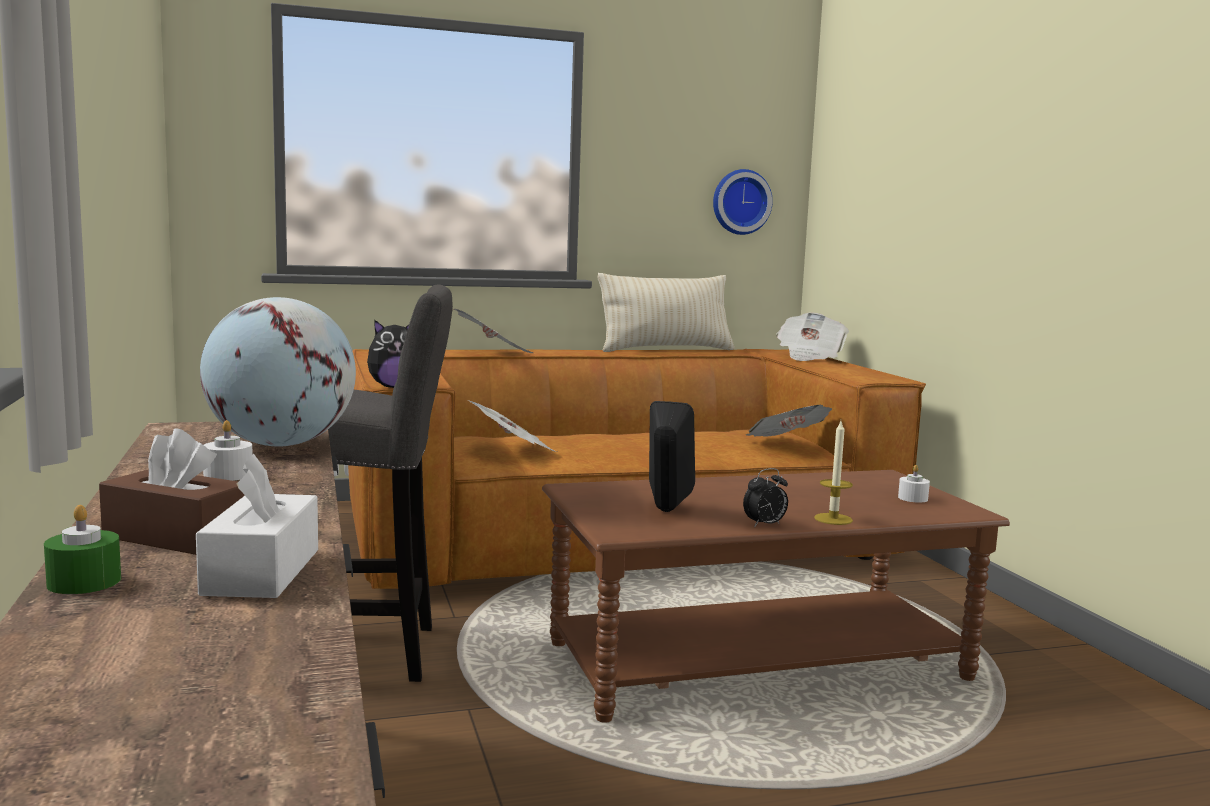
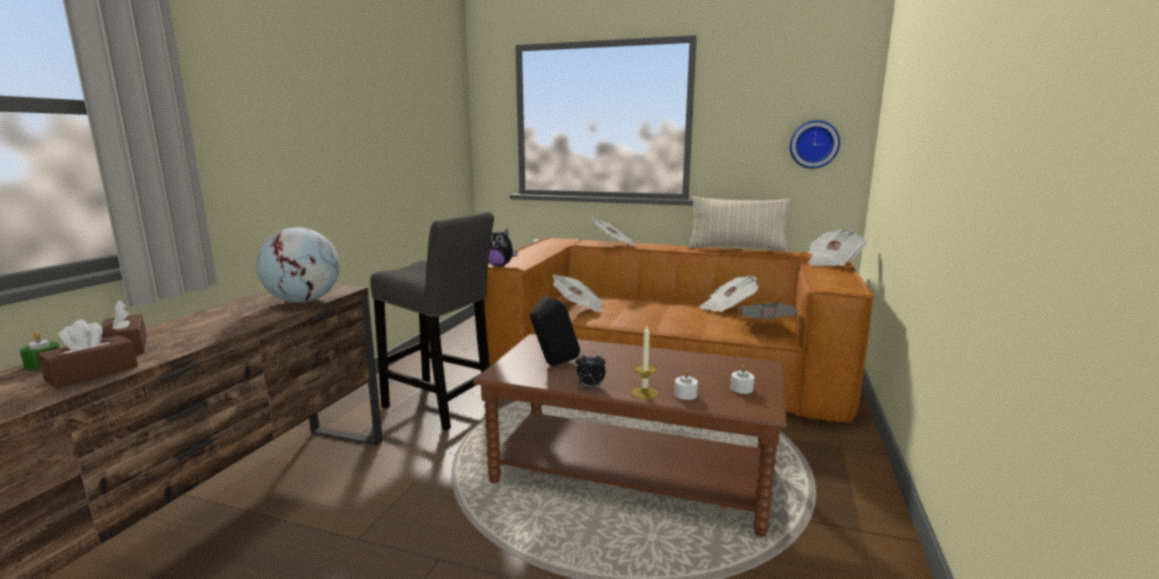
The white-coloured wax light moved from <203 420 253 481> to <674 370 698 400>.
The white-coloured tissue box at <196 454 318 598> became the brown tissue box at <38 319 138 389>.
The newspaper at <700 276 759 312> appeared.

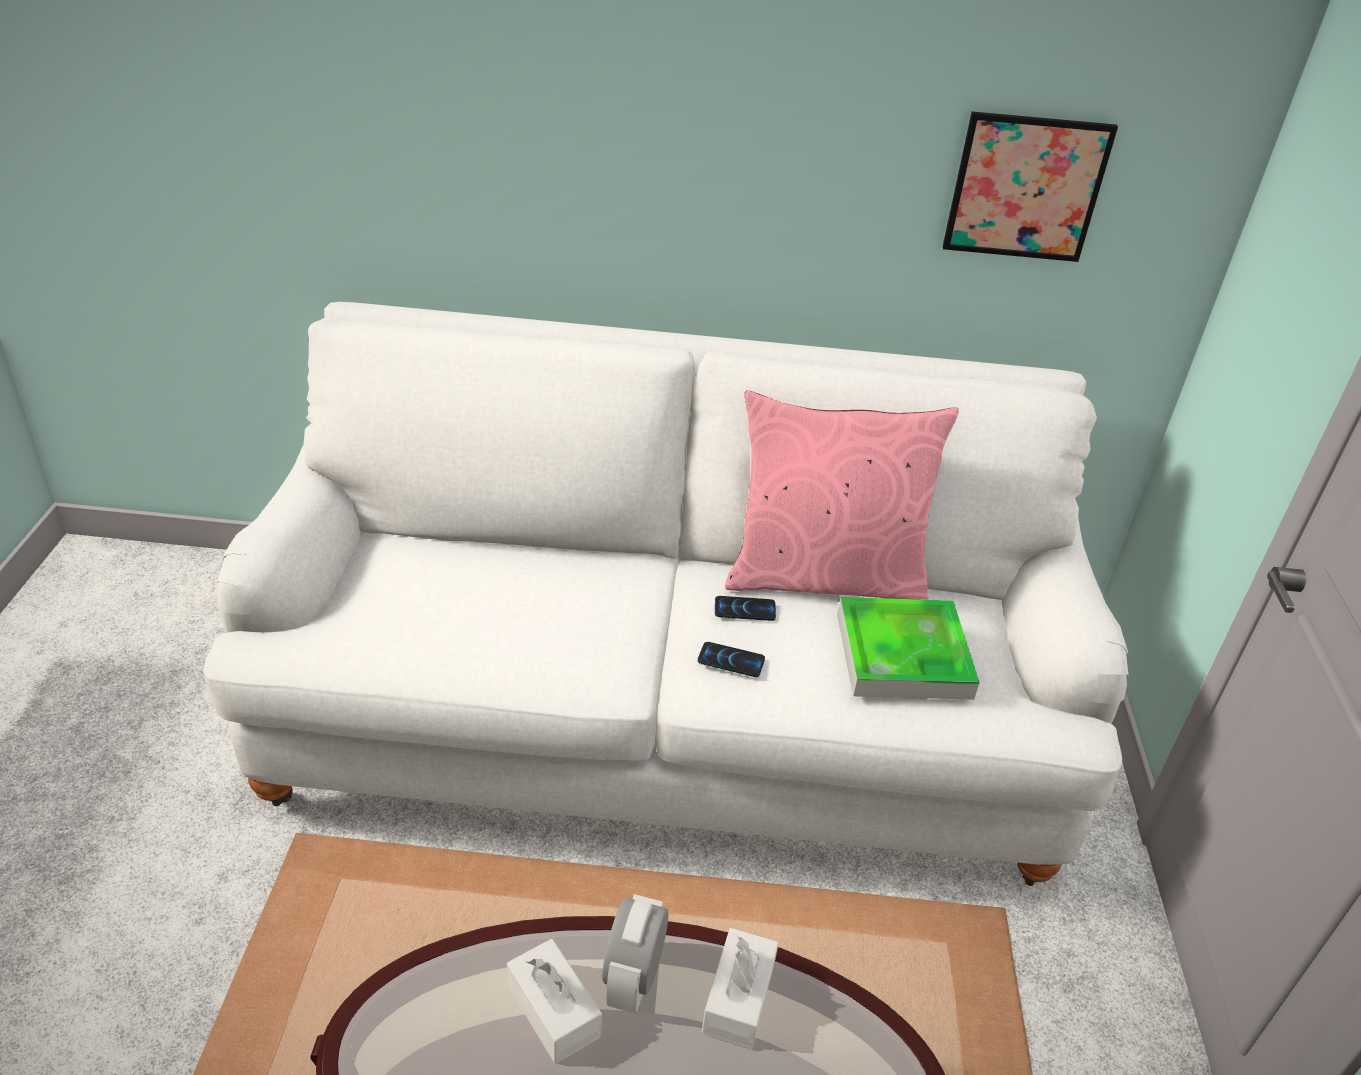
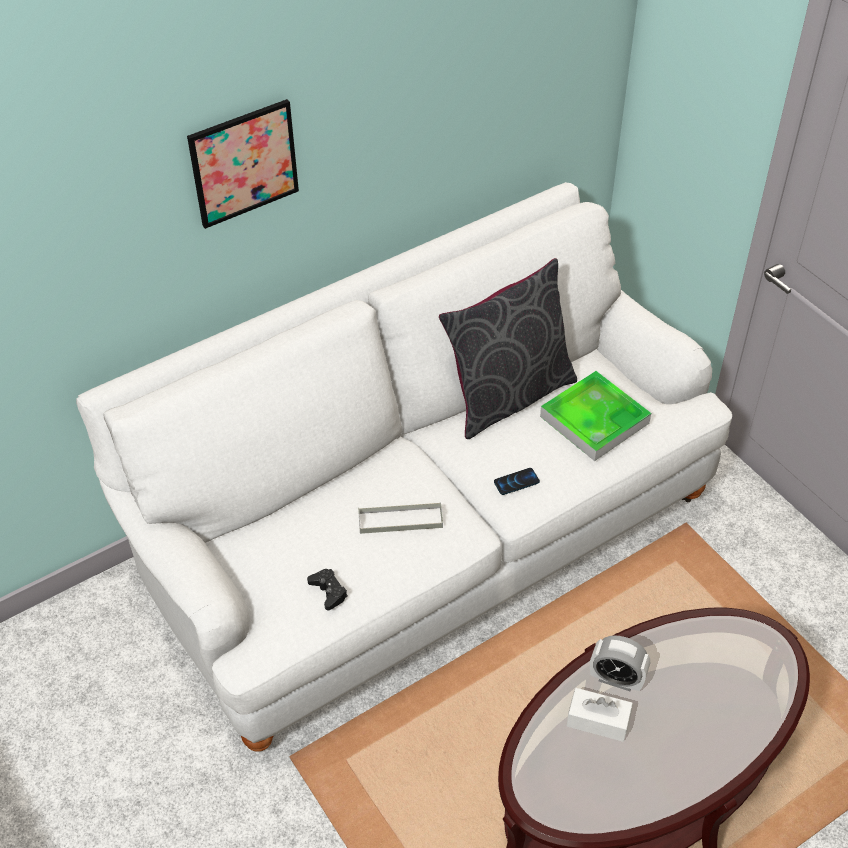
The wall picture moved from <943 112 1118 262> to <187 99 299 229>.
The pinkish cushion at <725 390 959 600> became the greyish cushion at <439 258 577 439>.
The handset at <715 596 776 621> disappeared.
The table clock at <602 894 668 1014> turned 45 degrees counterclockwise.
The white-coloured tissue box at <702 928 779 1049> disappeared.
The greyish carrying tray at <358 502 443 534> appeared.
The blackish game controller at <307 569 348 610> appeared.

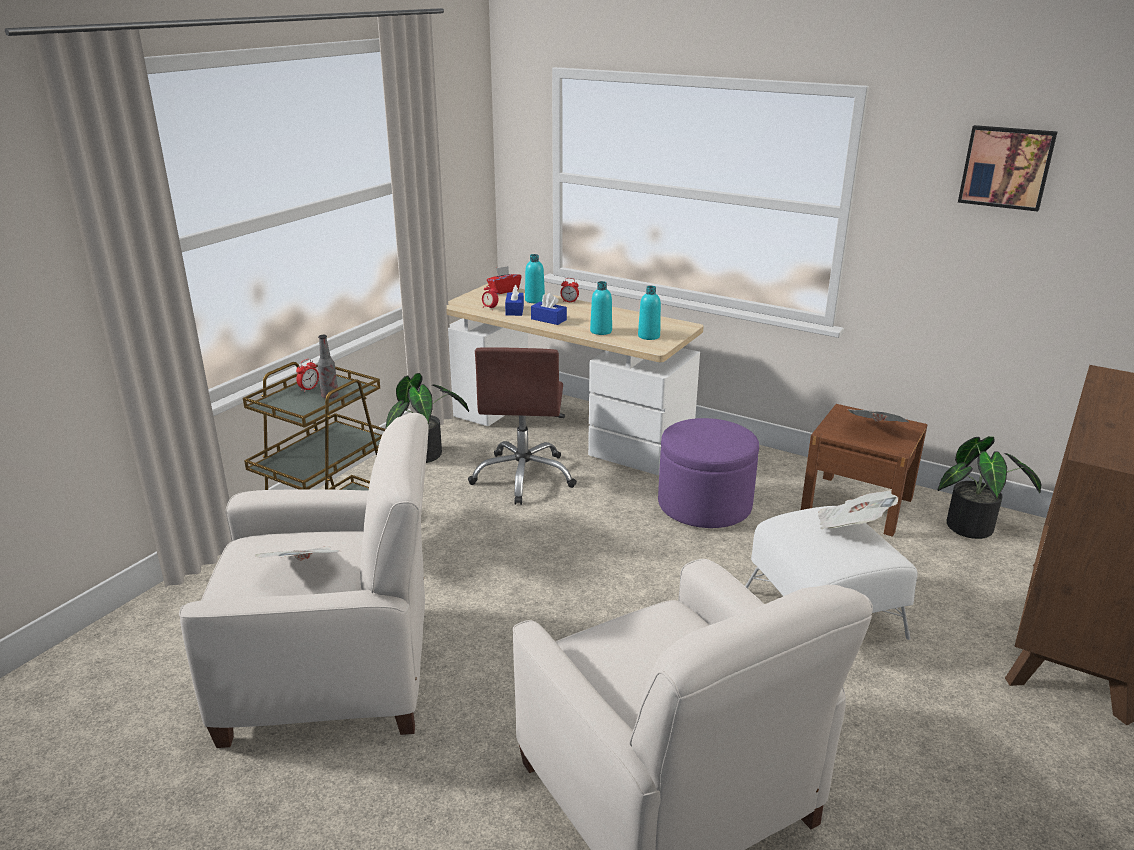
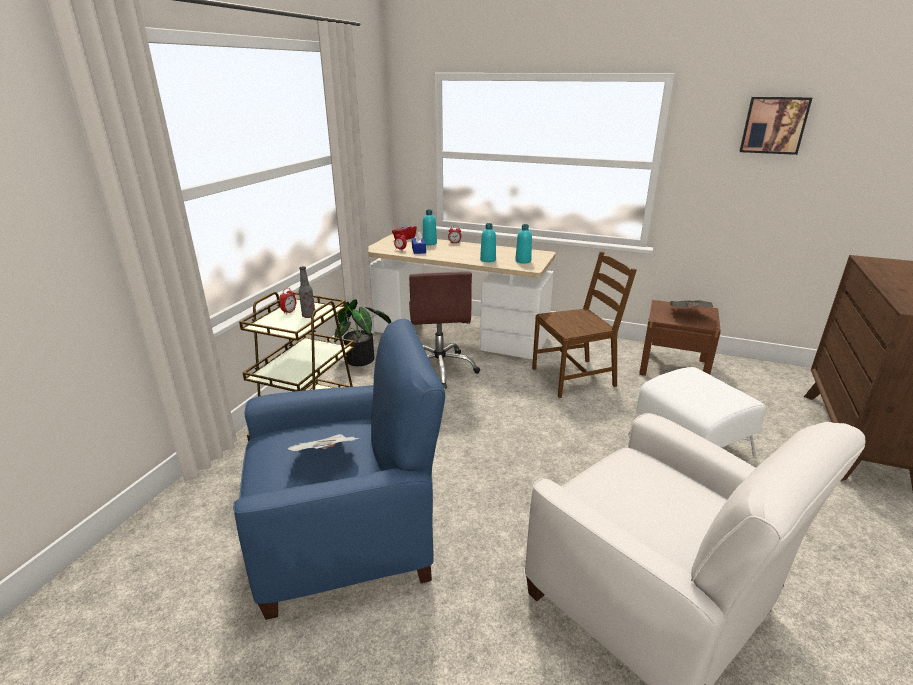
The blue-coloured tissue box at <531 293 567 325> disappeared.
The white-coloured lounge chair at <179 413 429 748> became the blue-coloured lounge chair at <233 319 445 620>.
The purple-coloured pouffe at <658 418 759 528> was replaced by the brown chair at <532 252 637 398>.
The plant in a pot at <938 436 1041 539> disappeared.
The newspaper at <818 491 898 529> disappeared.

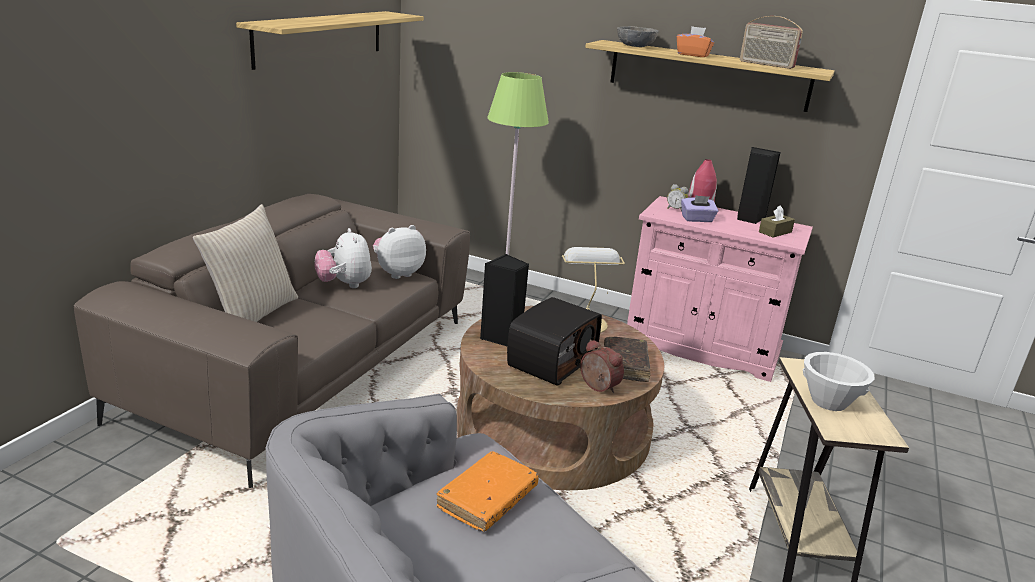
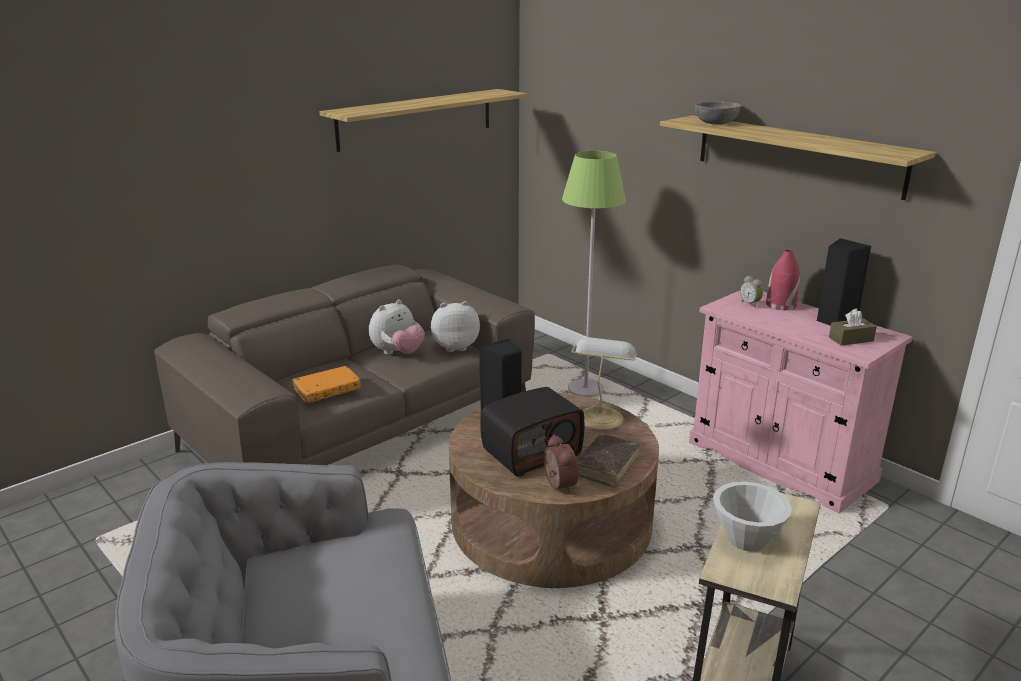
The radio set at <740 16 803 69> disappeared.
The orange-coloured tissue box at <677 26 714 57> disappeared.
The purple-coloured tissue box at <681 195 718 222> disappeared.
The sand-coloured cushion at <193 204 298 322> disappeared.
The plush toy at <314 228 372 288> turned 135 degrees counterclockwise.
The orange-coloured book moved from <437 451 539 532> to <293 366 361 403>.

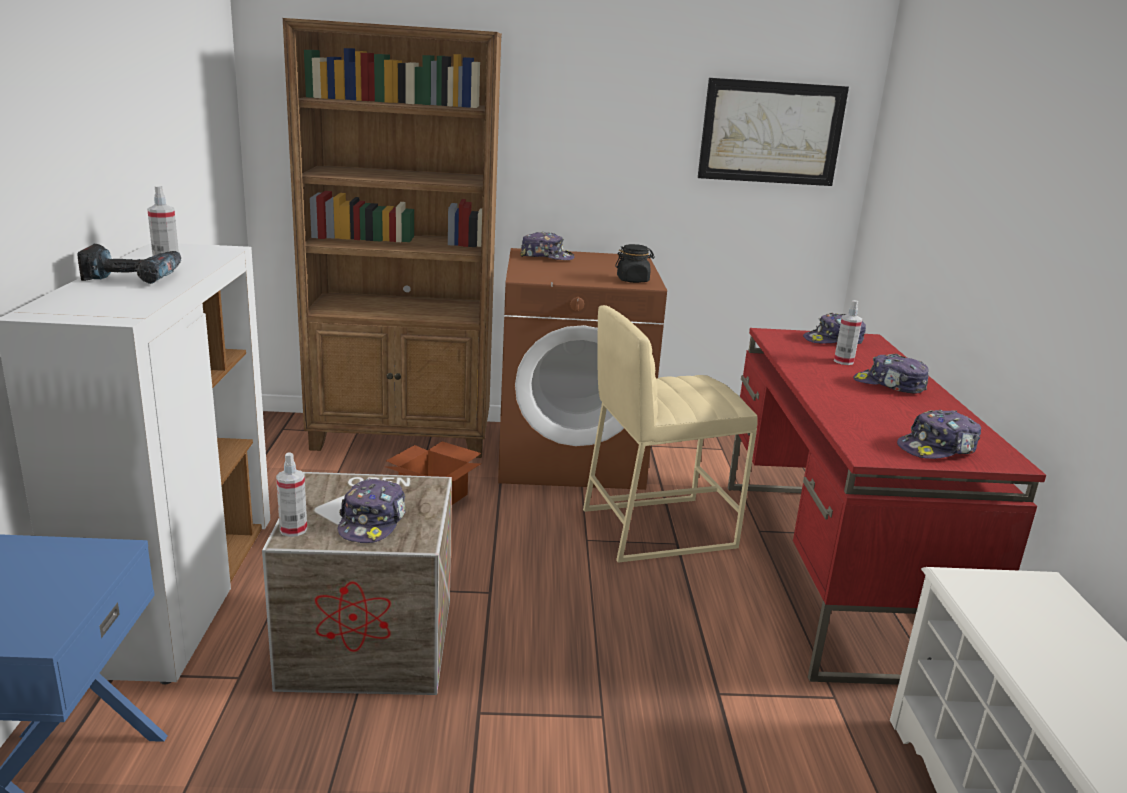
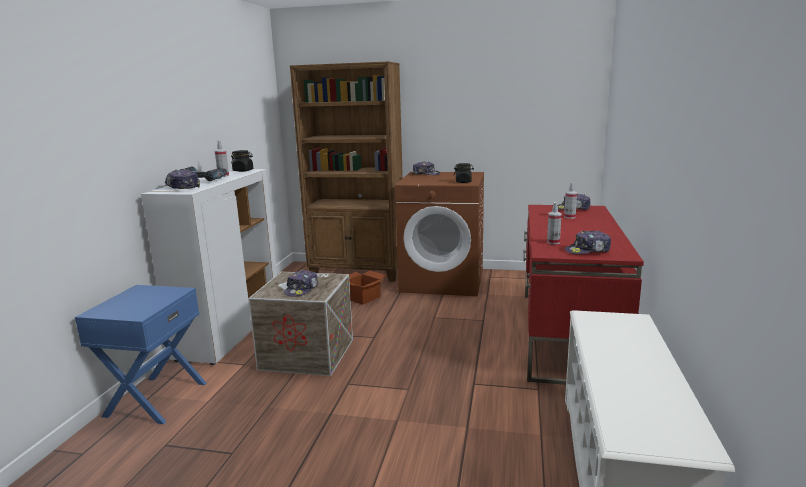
The wall picture at <698 78 849 186> disappeared.
The sand-coloured sitting stool at <583 305 758 563> disappeared.
The cap moved from <853 354 929 394> to <164 169 200 189>.
The hand sprayer moved from <276 452 307 537> to <547 202 561 244>.
The blackish jar at <231 150 253 172> appeared.

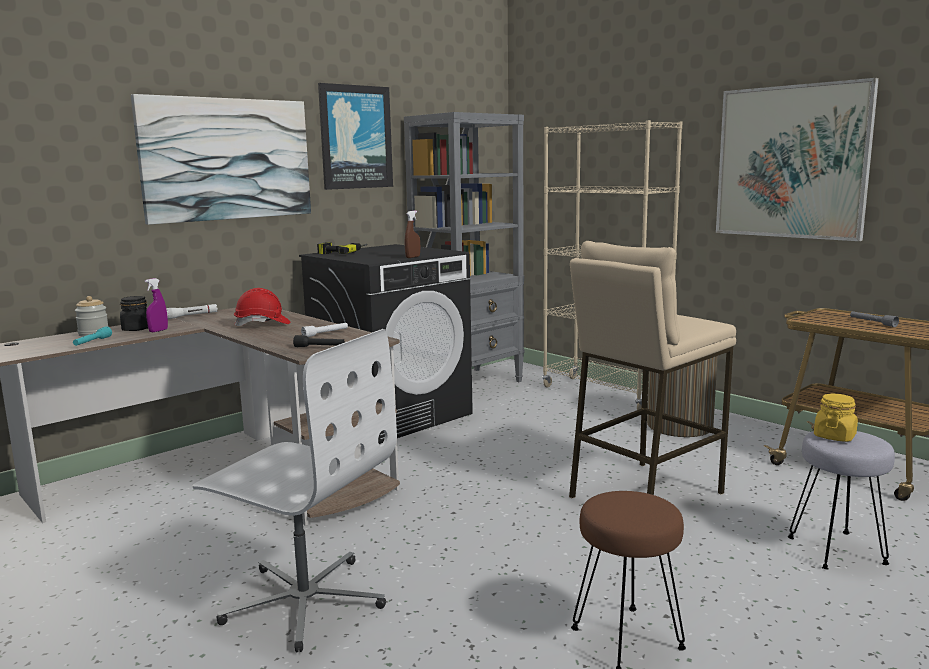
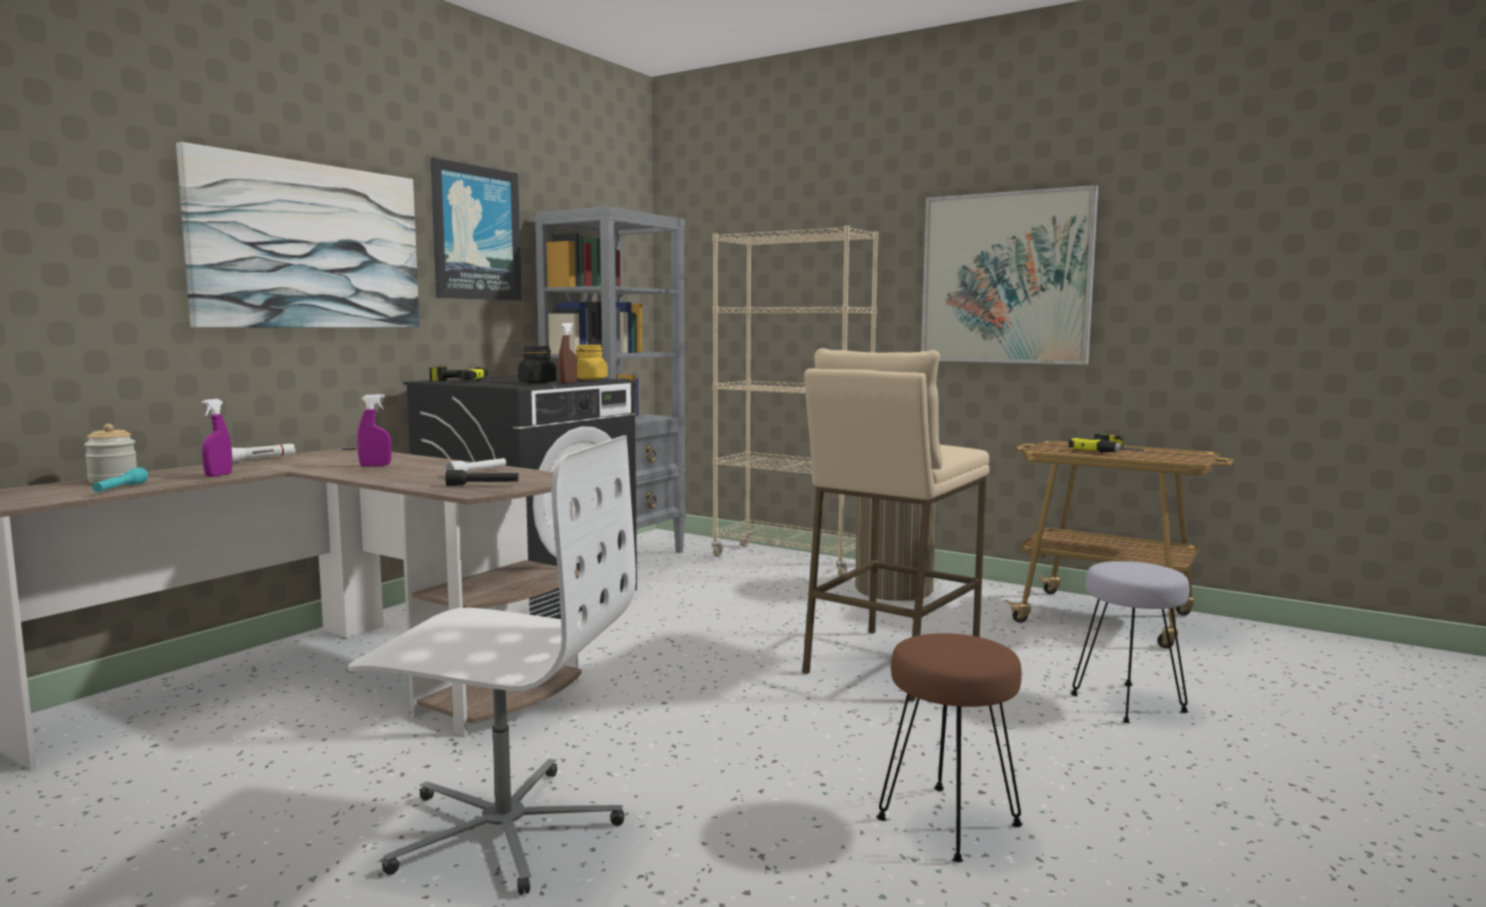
The red-coloured work helmet at <234 288 290 326> was replaced by the purple-coloured hand sprayer at <357 394 391 467>.
The blackish jar moved from <120 296 148 331> to <518 346 556 384>.
The greyish hand torch at <850 311 899 327> was replaced by the drill at <1069 434 1144 453>.
The yellowish jar moved from <814 394 858 442> to <576 345 608 380>.

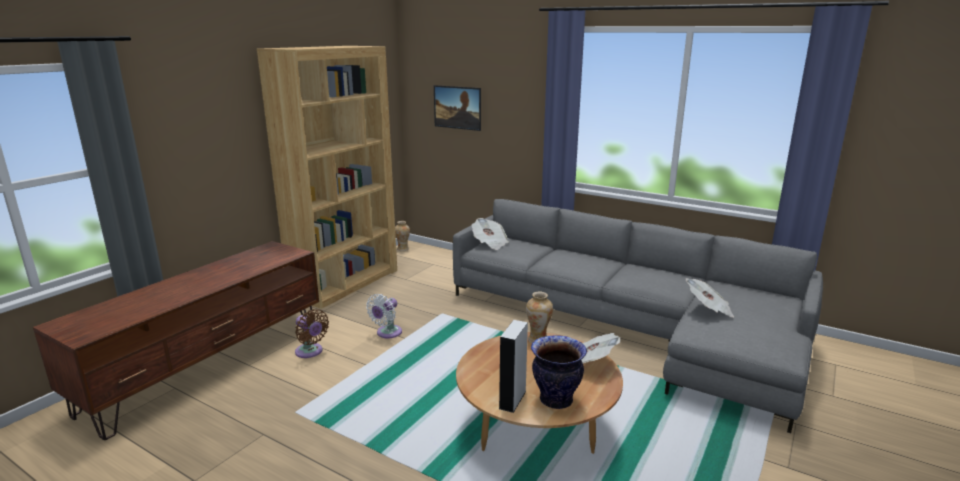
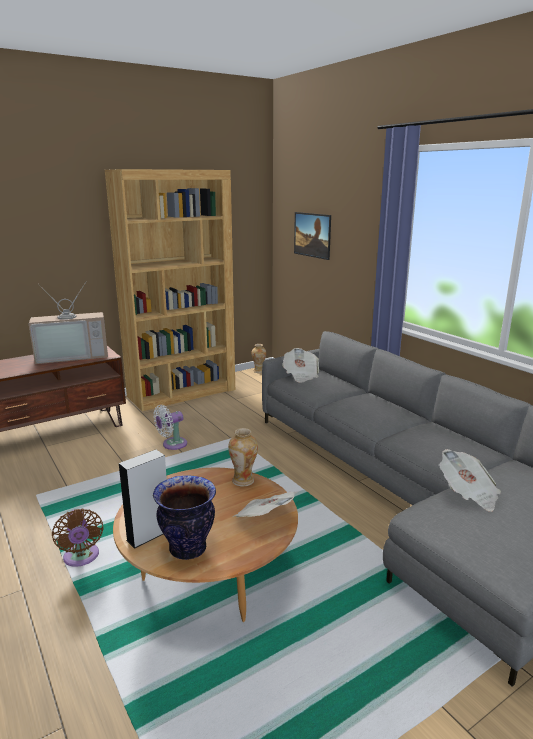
The brown cooling fan moved from <295 309 329 358> to <52 508 104 567>.
The TV set at <28 281 108 364> appeared.

